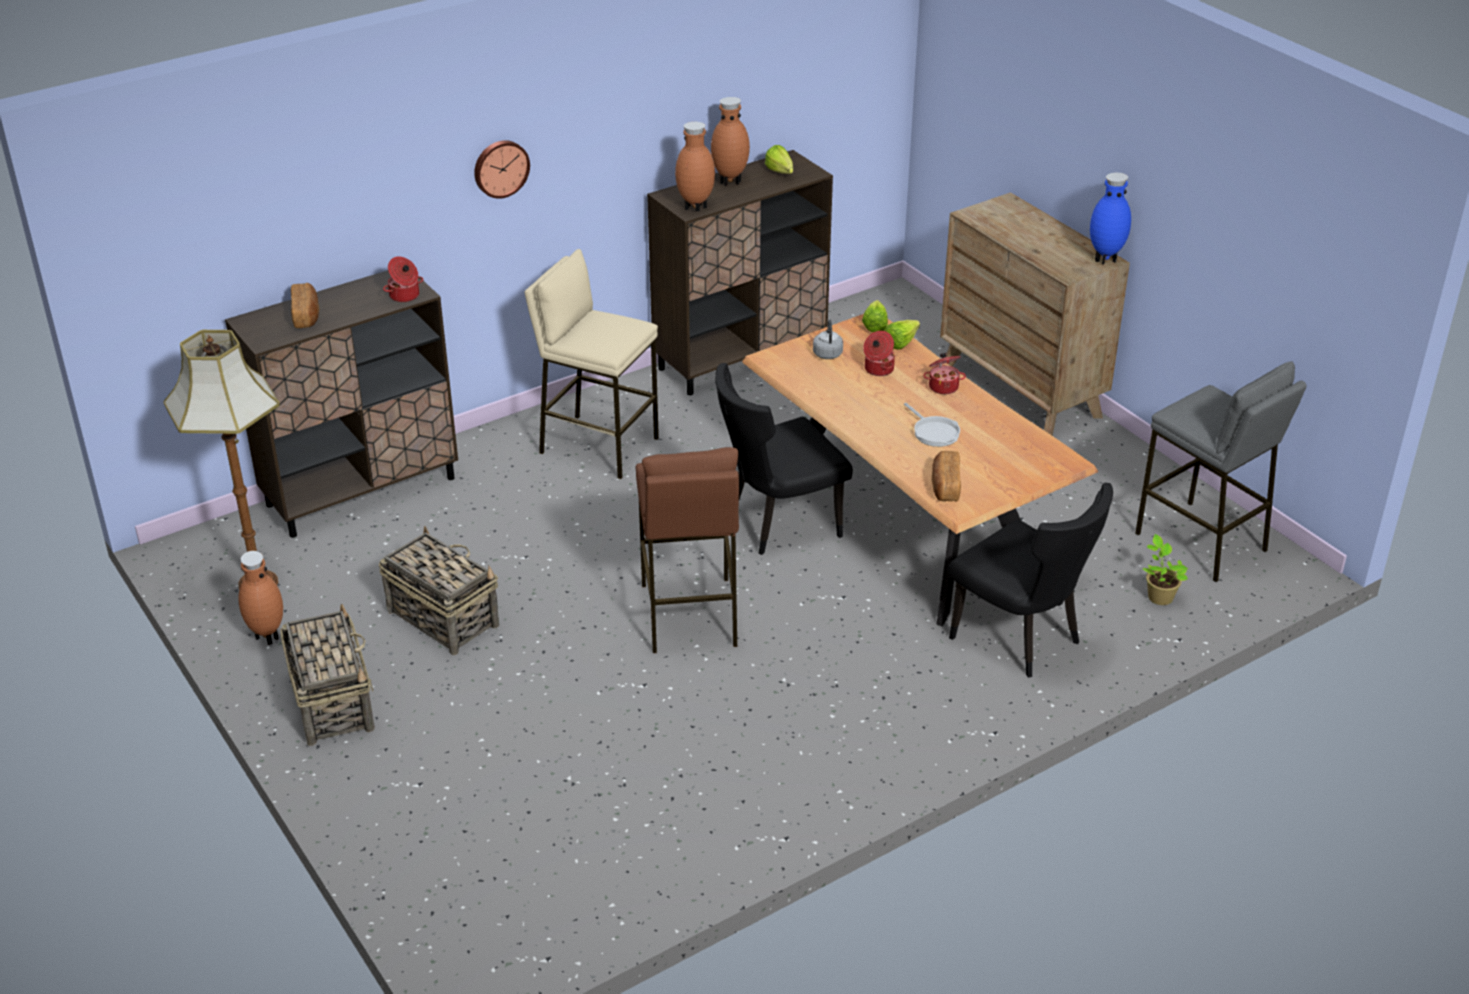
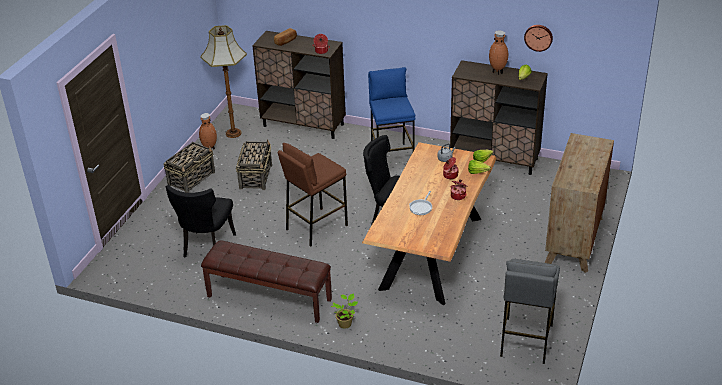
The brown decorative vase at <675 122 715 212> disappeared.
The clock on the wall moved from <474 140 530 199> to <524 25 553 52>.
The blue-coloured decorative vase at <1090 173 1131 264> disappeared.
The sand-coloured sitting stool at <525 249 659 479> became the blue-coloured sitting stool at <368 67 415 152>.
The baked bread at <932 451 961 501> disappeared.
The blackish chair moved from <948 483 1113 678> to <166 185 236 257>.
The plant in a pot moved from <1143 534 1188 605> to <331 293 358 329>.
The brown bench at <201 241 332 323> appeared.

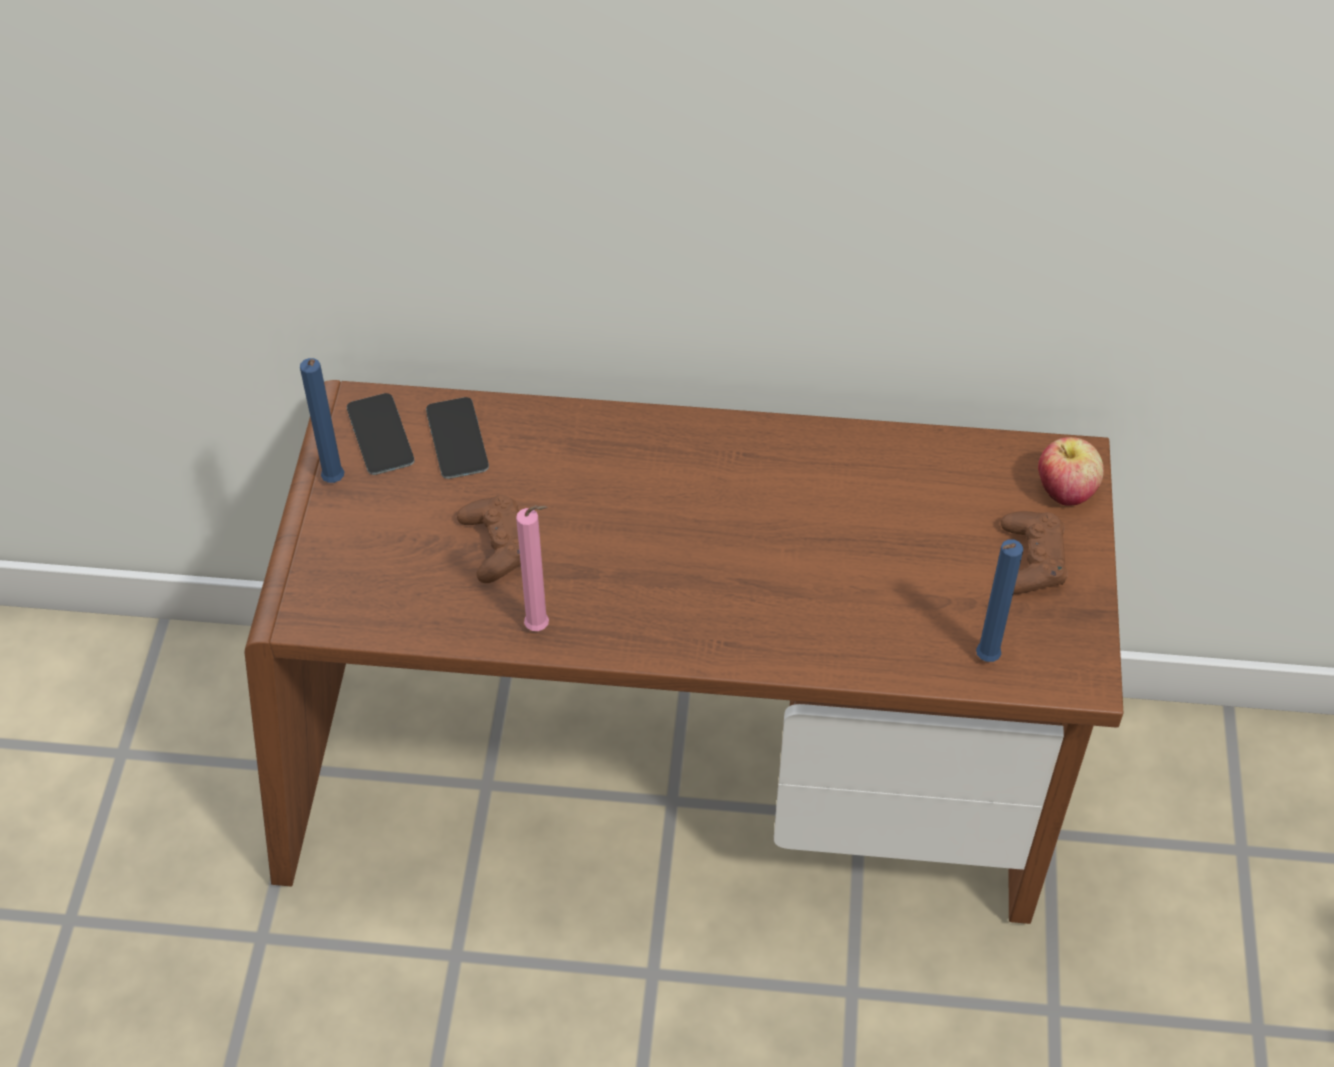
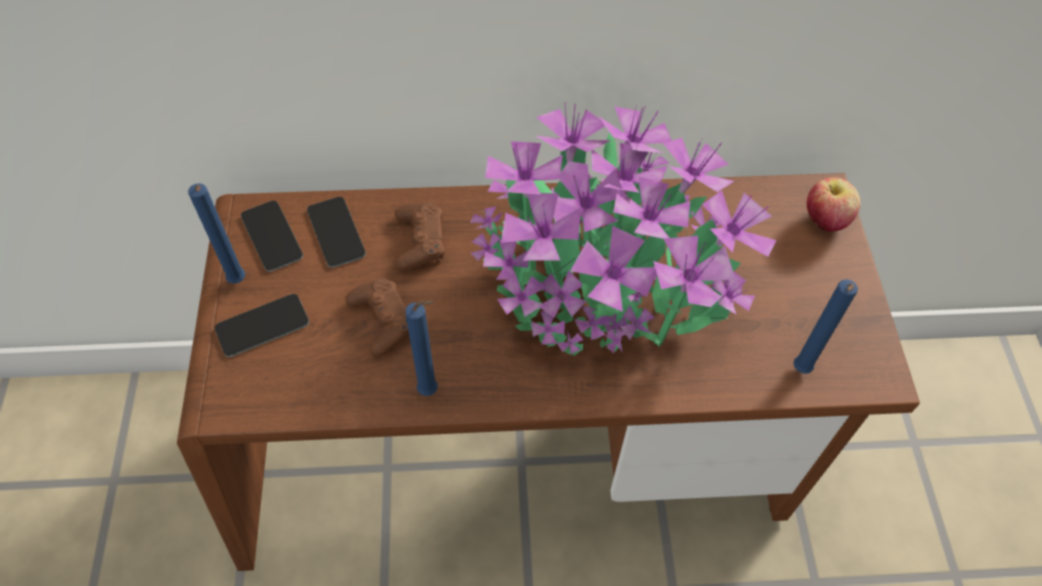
The pinkish wax light at <516 505 549 631> became the blue-coloured wax light at <405 301 438 396>.
The brown game controller moved from <1001 511 1068 594> to <395 202 445 271>.
The plant in a pot at <470 103 776 356> appeared.
The handset at <215 294 309 357> appeared.

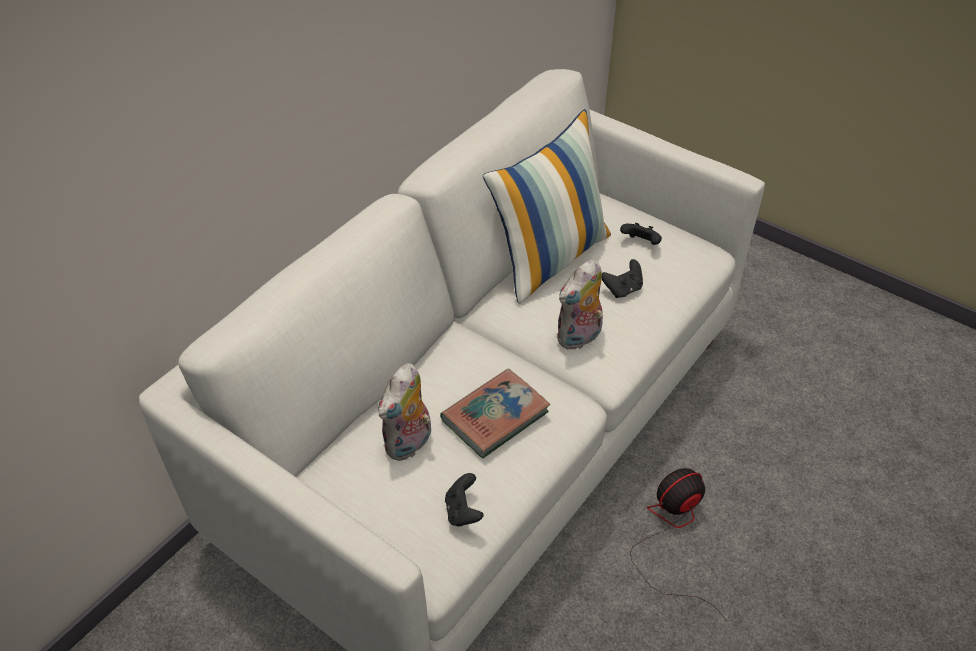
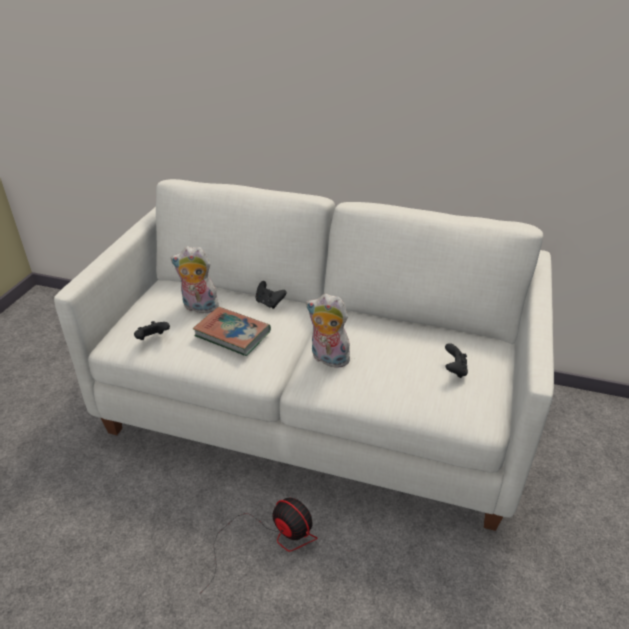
The cushion at <483 109 611 304> disappeared.
The blackish game controller moved from <602 259 643 298> to <255 281 286 309>.

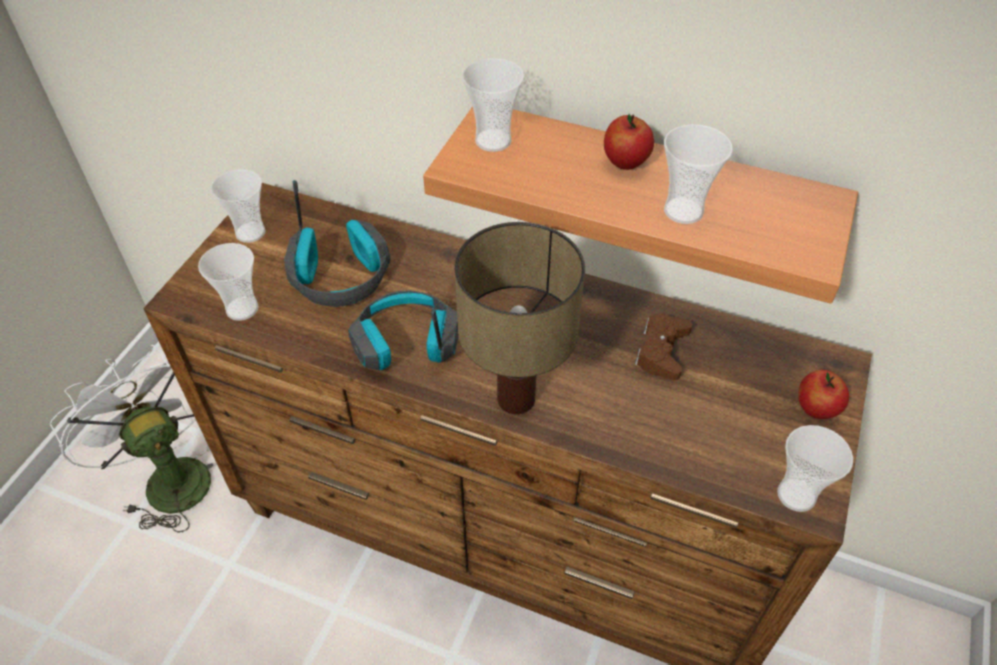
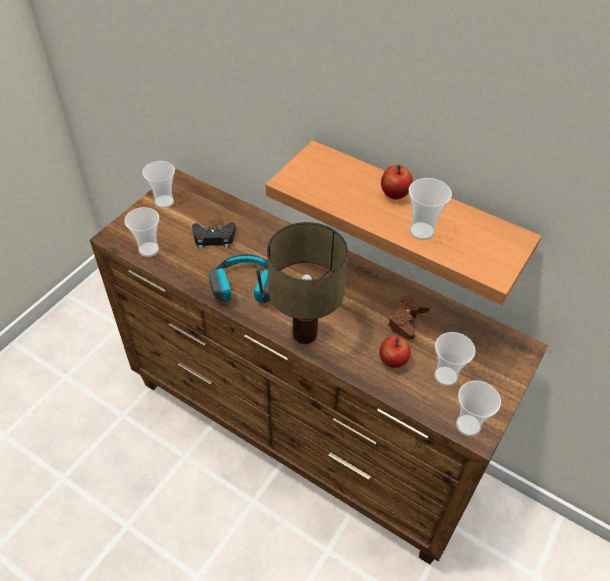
The cup moved from <462 58 524 152> to <434 332 475 386>.
The headset at <284 180 390 307> was replaced by the blackish game controller at <192 222 236 249>.
The white-coloured cooling fan at <50 345 213 533> disappeared.
The apple moved from <798 370 849 419> to <380 335 411 368>.

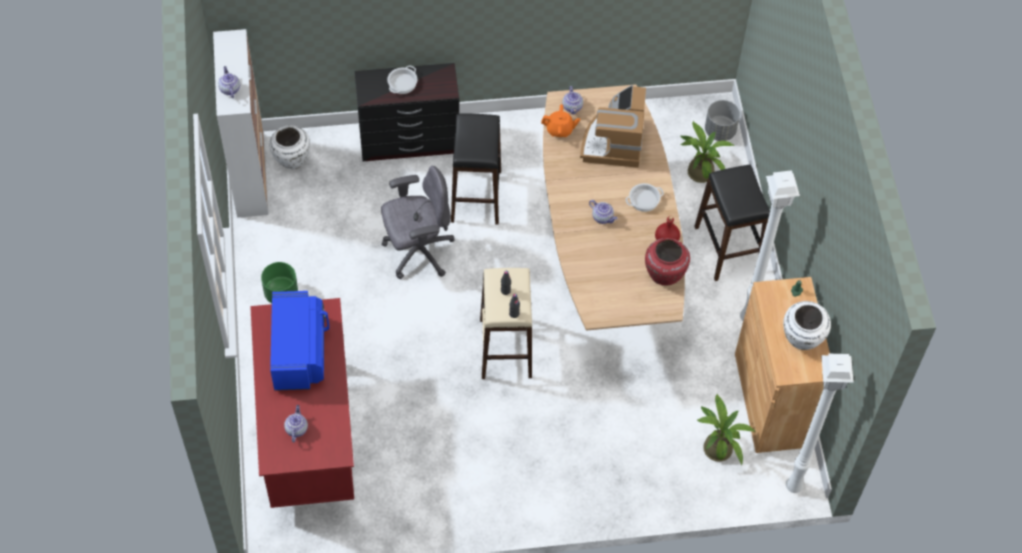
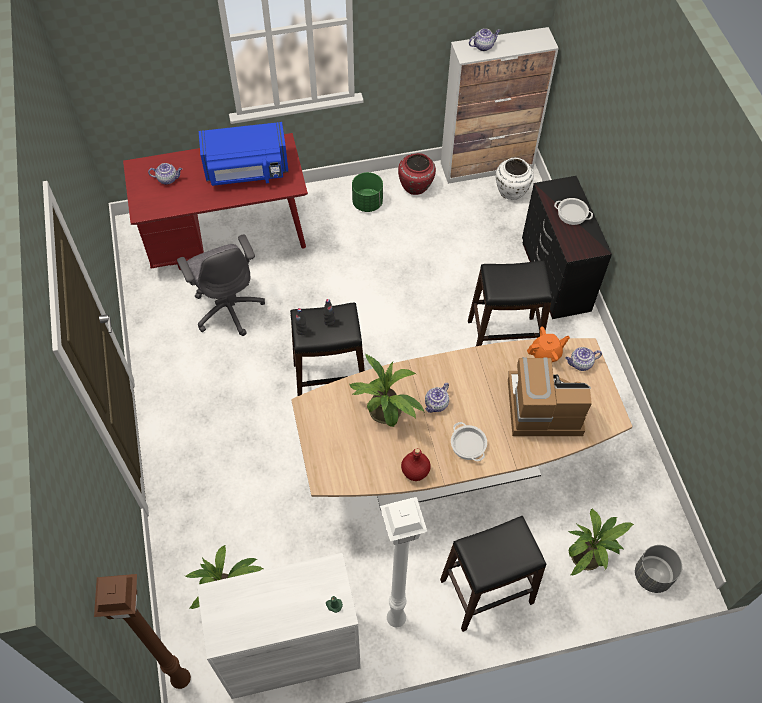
The orange-coloured teapot at <541 104 580 137> turned 105 degrees counterclockwise.
The greyish office chair moved from <381 165 455 279> to <177 235 265 336>.
The red-coloured decorative vase moved from <645 238 690 286> to <398 153 436 195>.
The sand-coloured sitting stool at <480 268 532 379> became the blackish sitting stool at <290 303 365 396>.
The brown storage cabinet at <735 277 830 453> became the white-coloured storage cabinet at <197 553 361 699>.
The white-coloured decorative vase at <783 301 831 350> disappeared.
The white-coloured standing lamp at <786 354 854 493> became the brown standing lamp at <94 574 191 689>.
The plant in a pot at <350 353 425 427> appeared.

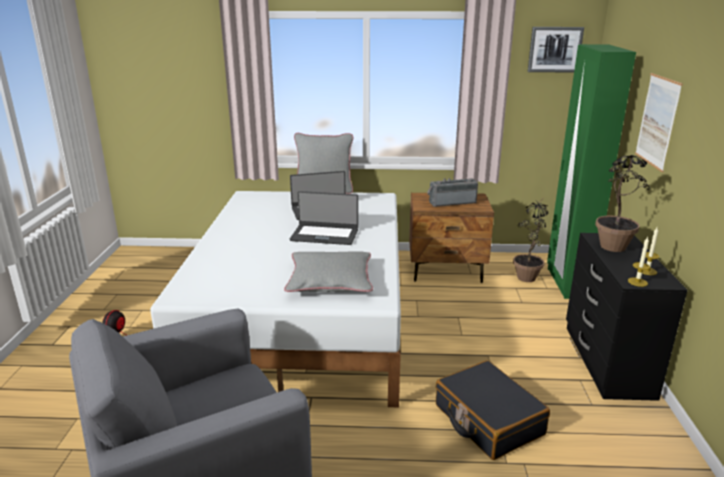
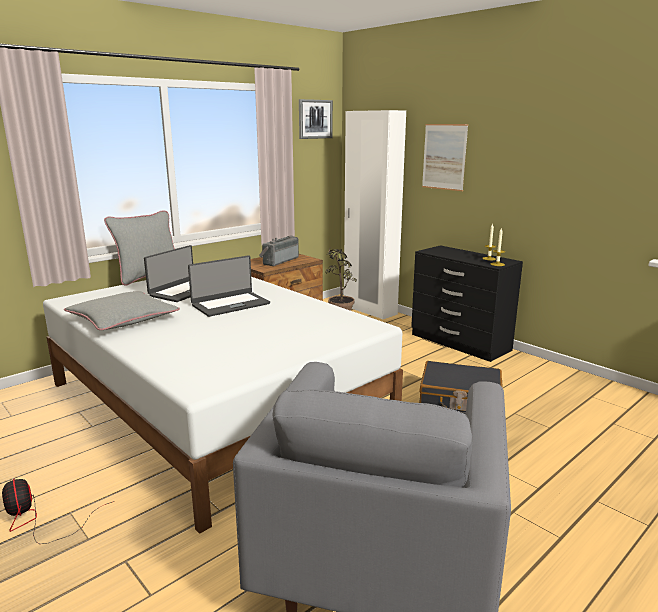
The greenish clothes cupboard at <547 44 636 299> became the white-coloured clothes cupboard at <344 110 406 319>.
The plant in a pot at <595 155 650 252> disappeared.
The greyish cushion moved from <284 251 373 292> to <64 291 180 330>.

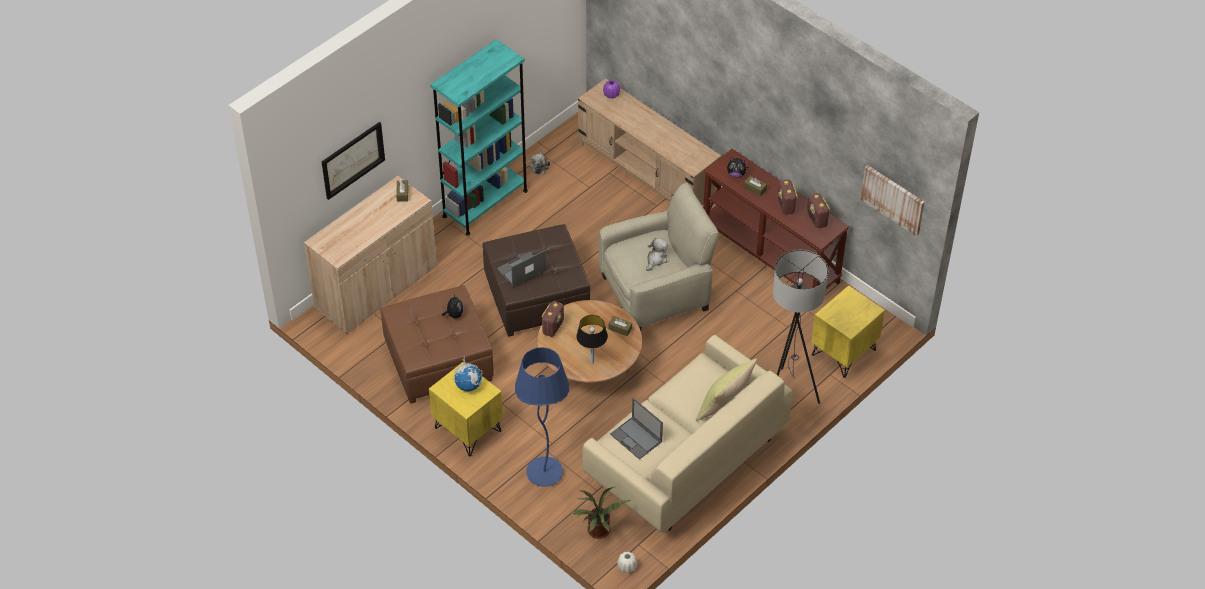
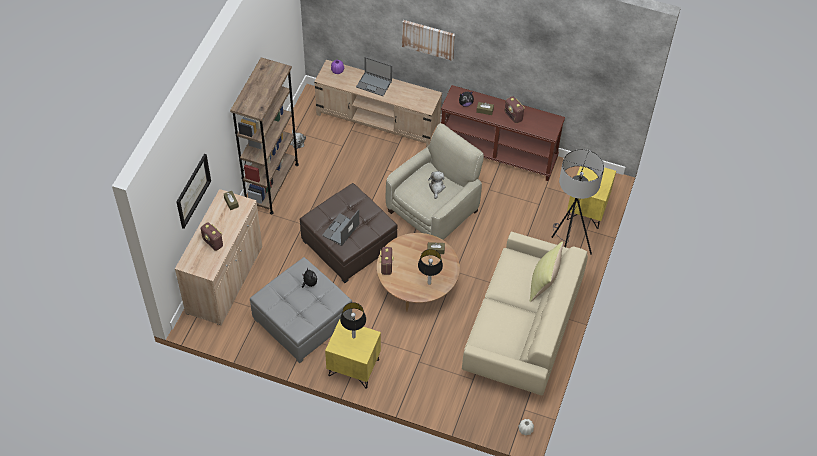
The turquoise-coloured bookcase at <430 39 528 236> became the brown bookcase at <230 58 299 214>.
The wall picture moved from <861 165 925 236> to <402 20 455 61>.
The radio set moved from <807 193 831 229> to <201 223 223 251>.
The brown pouffe at <380 285 494 404> became the greyish pouffe at <250 257 352 363>.
The blue-coloured standing lamp at <515 347 569 487> disappeared.
The desk globe at <452 357 483 392> was replaced by the table lamp at <340 302 366 339>.
The portable computer moved from <610 398 663 460> to <356 57 392 96>.
The plant in a pot at <571 487 631 539> disappeared.

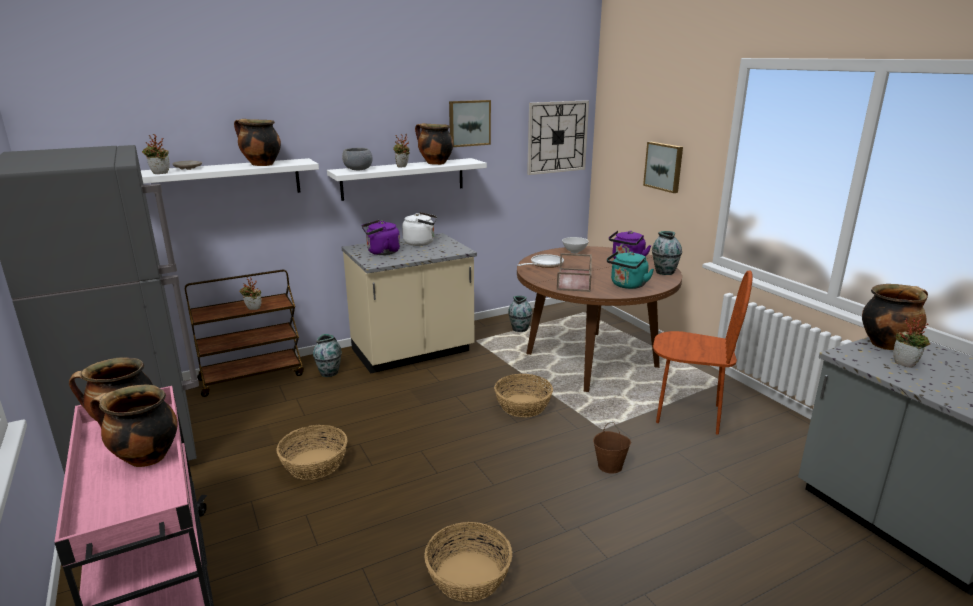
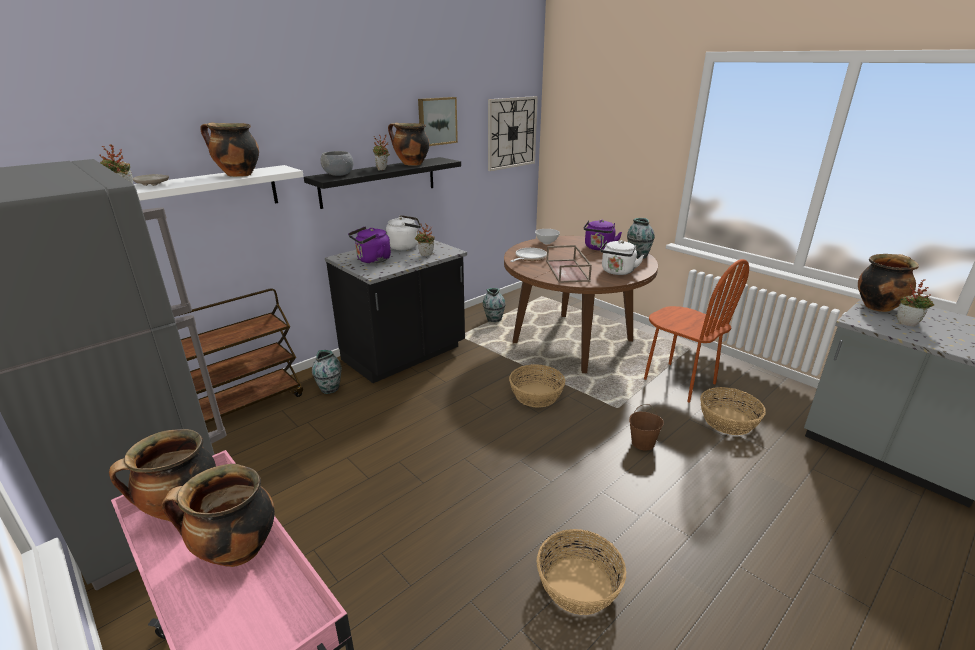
The wall picture at <643 142 683 193> disappeared.
The white-coloured bracket shelf at <327 158 487 201> became the blackish bracket shelf at <304 157 461 209>.
The sand-coloured counter at <342 233 477 373> became the blackish counter at <325 240 467 383>.
The turquoise-coloured kettle at <607 251 654 289> became the white-coloured kettle at <600 240 644 275>.
The brown chair at <653 270 753 435> turned 45 degrees clockwise.
The plant in a pot moved from <239 277 262 310> to <415 224 435 256>.
The basket moved from <276 425 348 480> to <700 387 766 435>.

